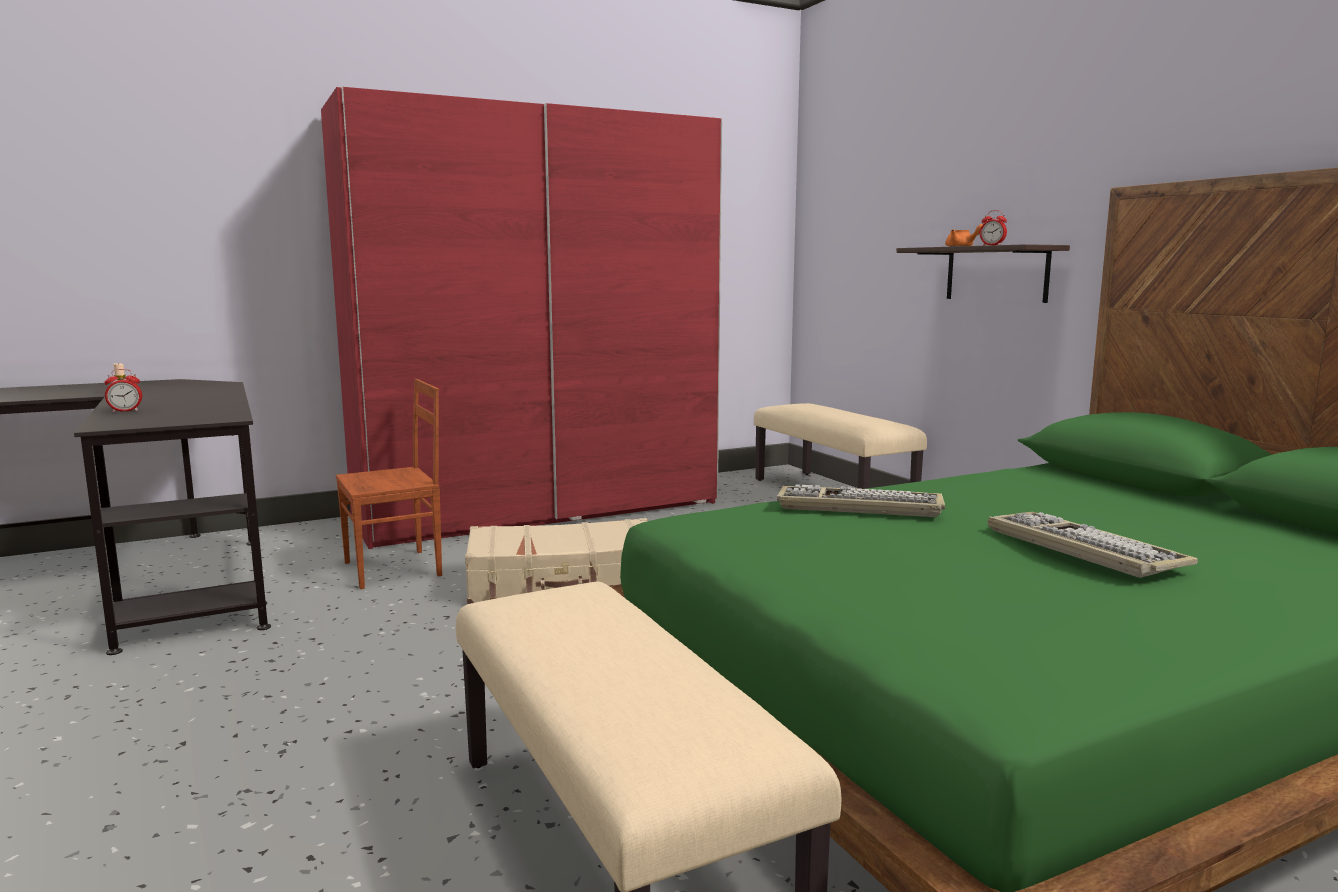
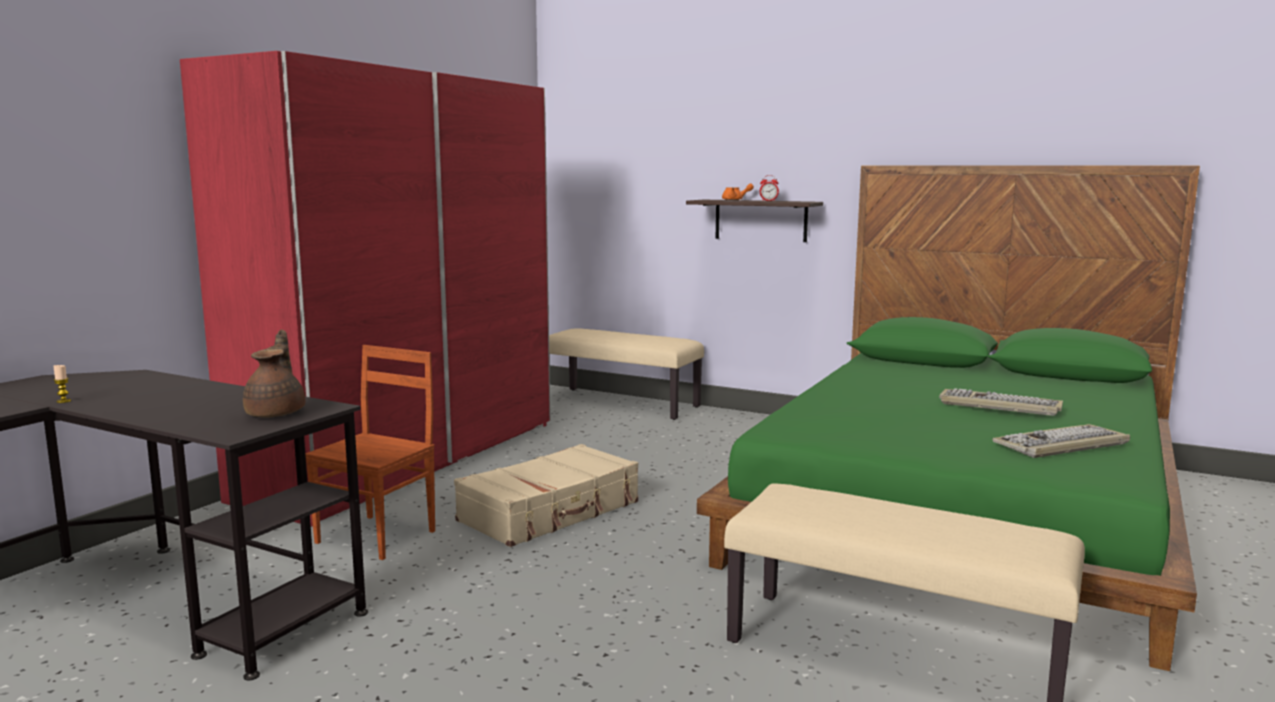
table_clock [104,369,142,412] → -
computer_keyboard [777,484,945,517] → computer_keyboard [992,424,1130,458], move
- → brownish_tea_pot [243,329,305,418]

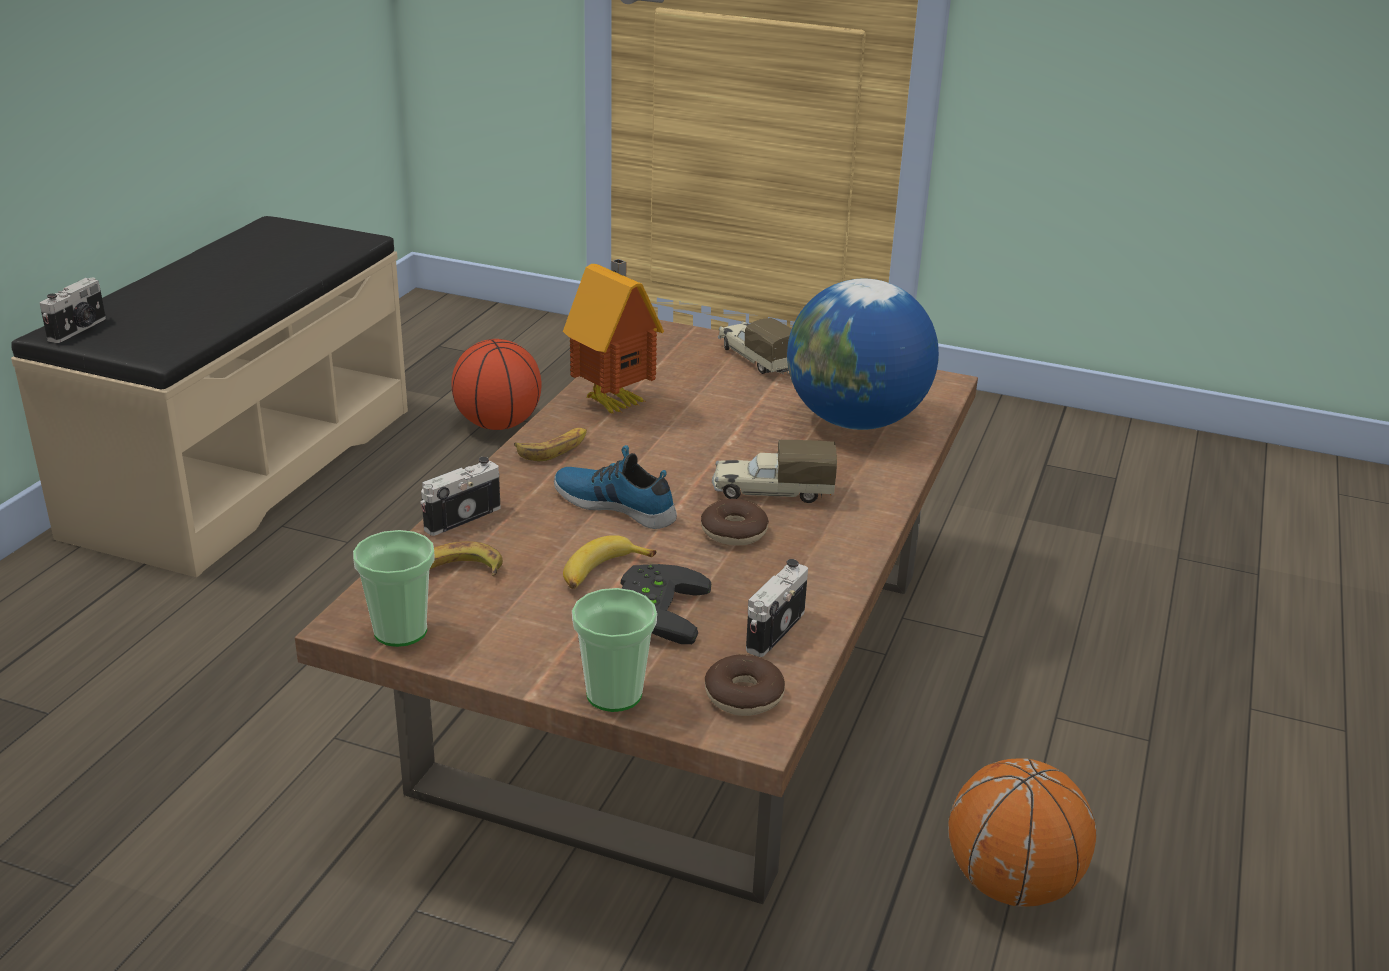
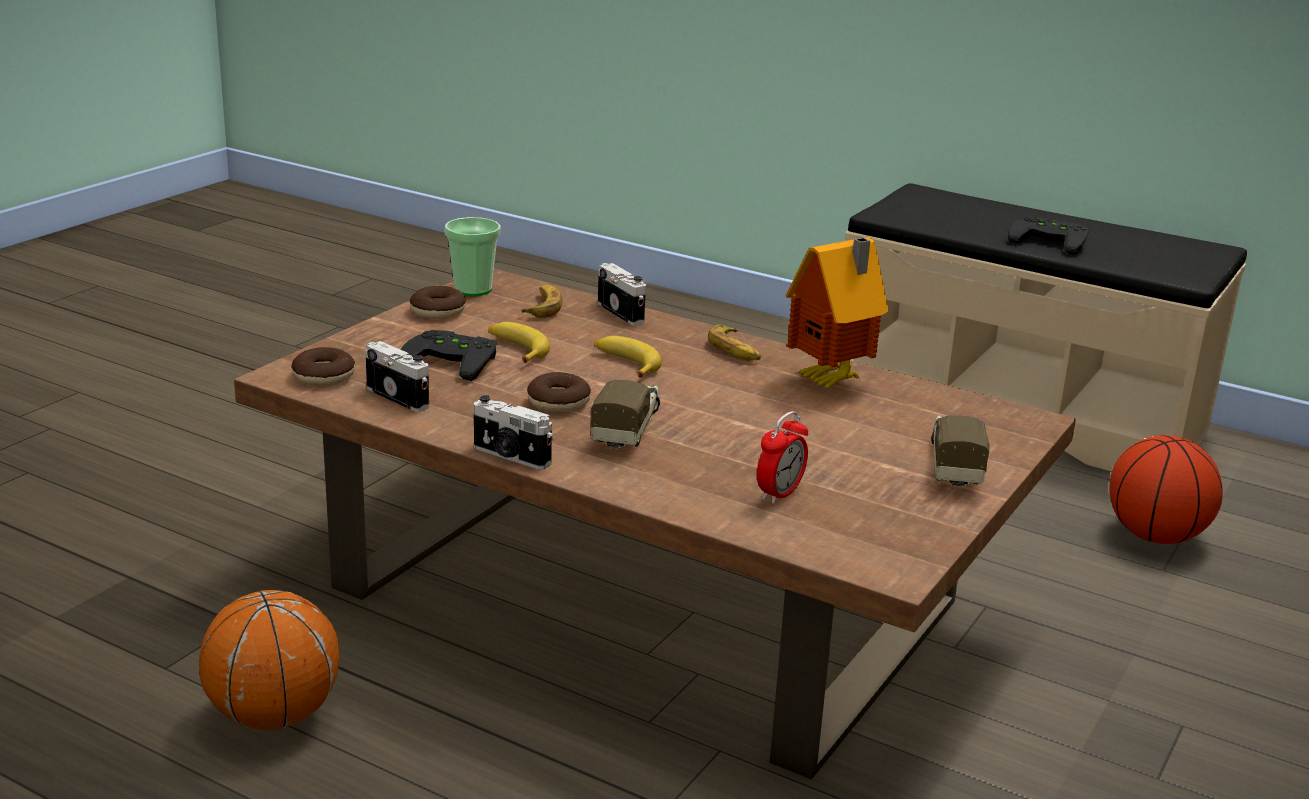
still_camera [40,278,106,343] → still_camera [473,395,553,470], move
desk_globe [787,279,939,430] → table_clock [757,411,808,504]
model_truck [718,318,792,374] → model_truck [931,415,990,489], 60 degrees counterclockwise
low_shoe [554,445,677,529] → banana_fruit [595,336,662,378]
small_cup [572,588,657,712] → -
- → black_game_controller [1008,216,1089,255]
- → ring_doughnut [410,286,466,319]

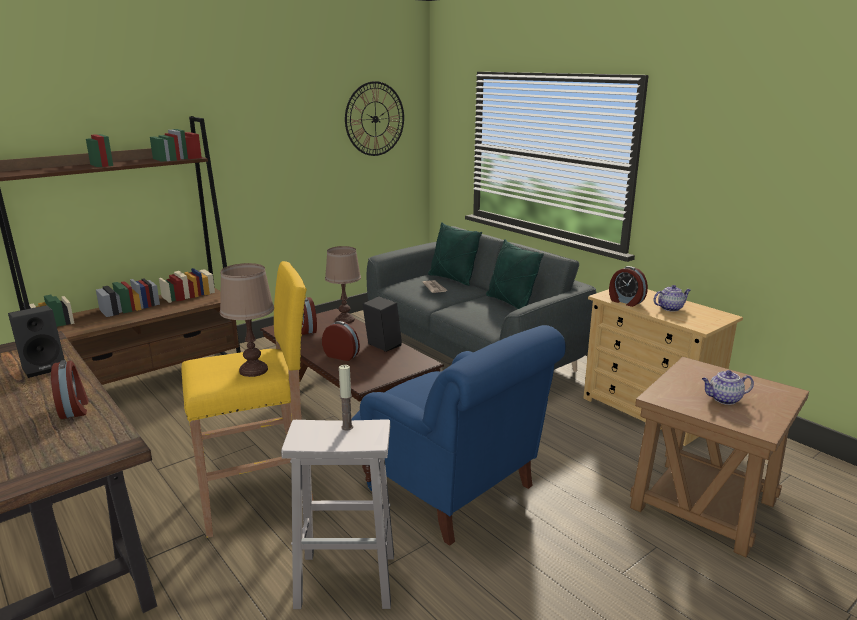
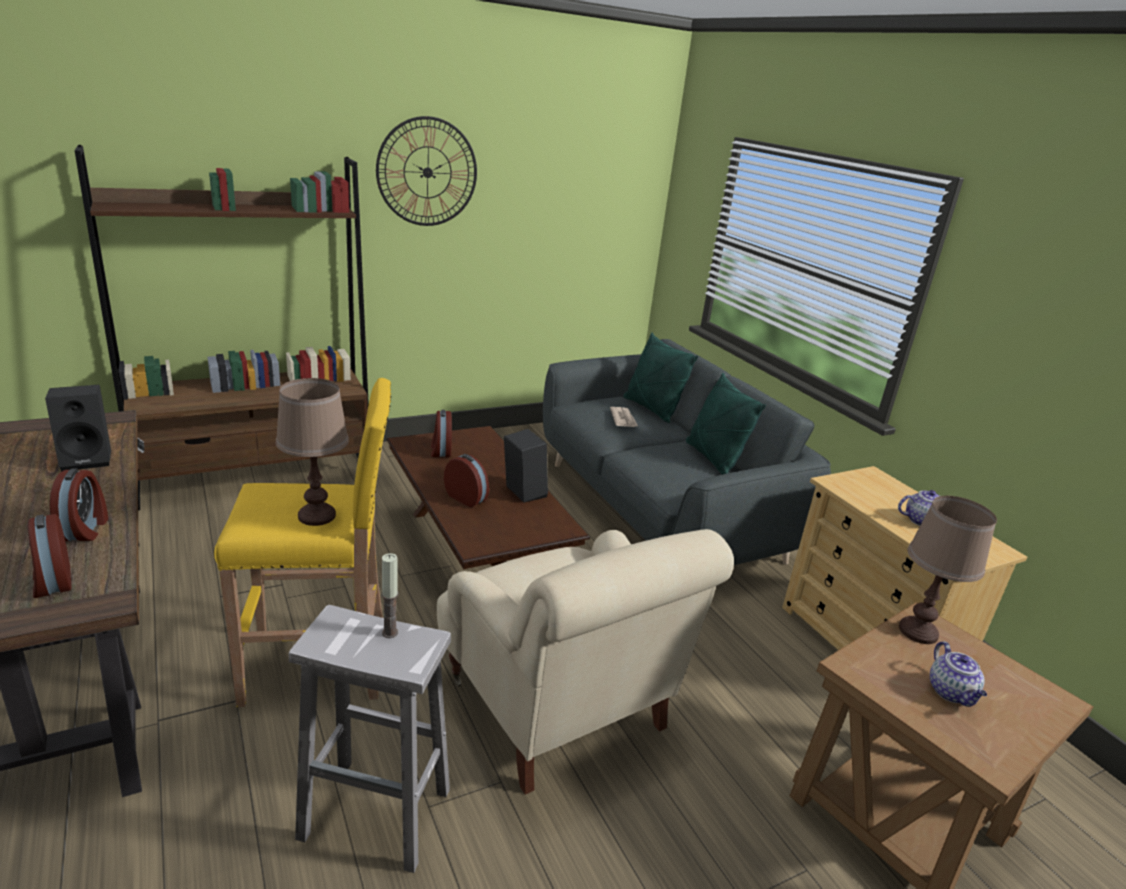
clock_on_the_wall [345,81,404,156] → clock_on_the_wall [376,116,477,226], move
brownish_table_lamp [325,246,361,324] → brownish_table_lamp [899,496,997,644], move
table_clock [609,266,648,307] → table_clock [28,514,72,598], move
blue-coloured_armchair [351,325,566,546] → beige_armchair [437,529,734,795]
tea_pot [702,370,754,405] → tea_pot [930,641,987,707], 105 degrees counterclockwise

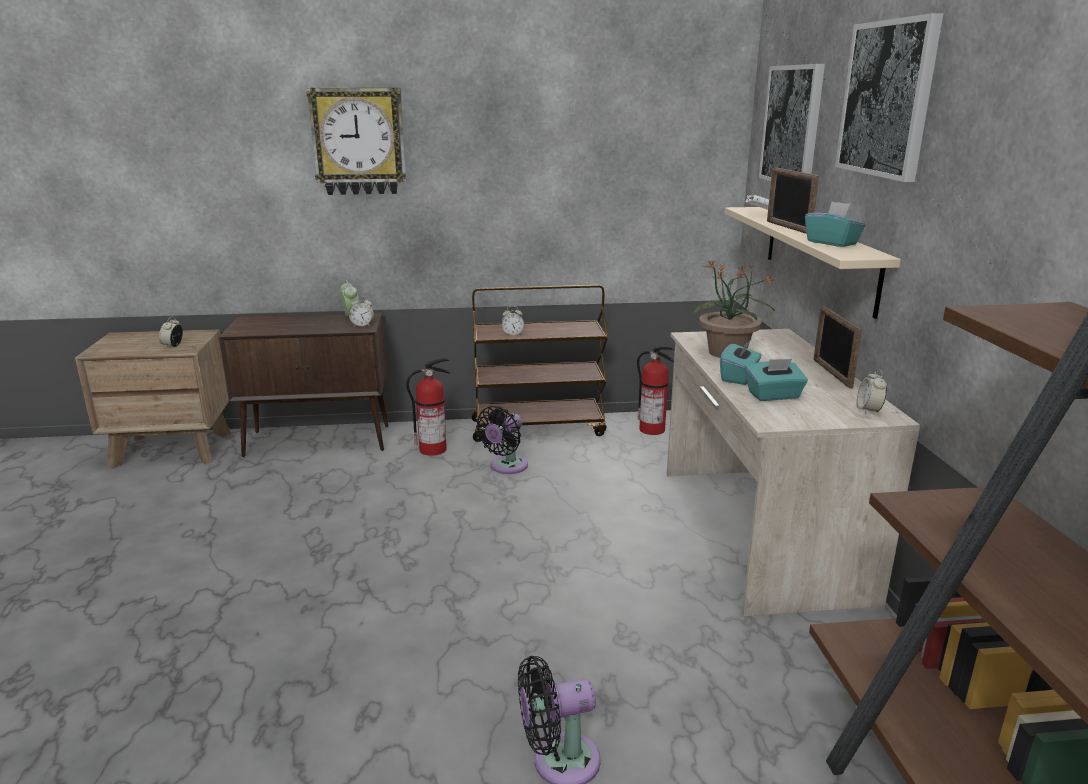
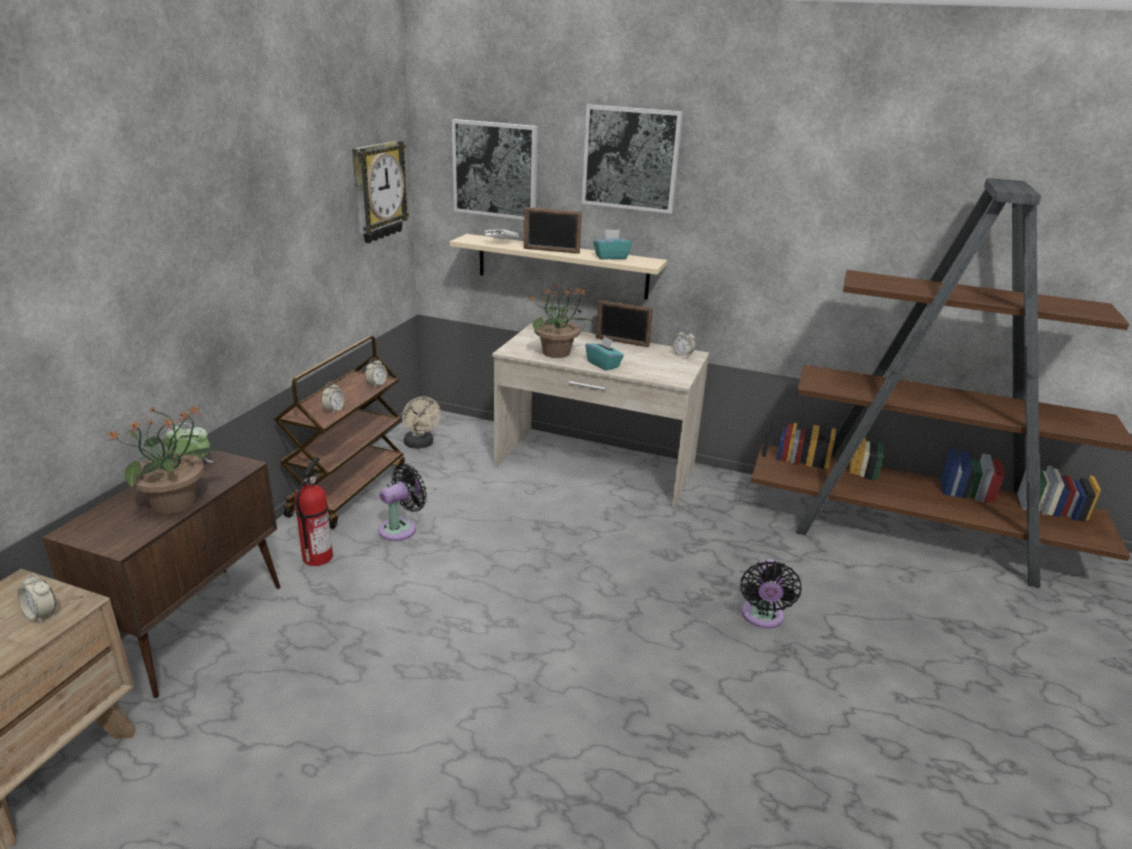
clock_on_the_wall [307,88,407,195] → clock_on_the_wall [352,140,409,243], move
table_clock [349,296,374,327] → table_clock [365,358,387,387], move
fire-fighting_cylinder [637,346,675,435] → beige_cooling_fan [402,396,441,449]
turquoise-coloured_tissue_holder [746,359,808,401] → -
black_cooling_fan [476,406,528,474] → black_cooling_fan [378,464,427,541], 105 degrees counterclockwise
- → houseplant [105,405,221,514]

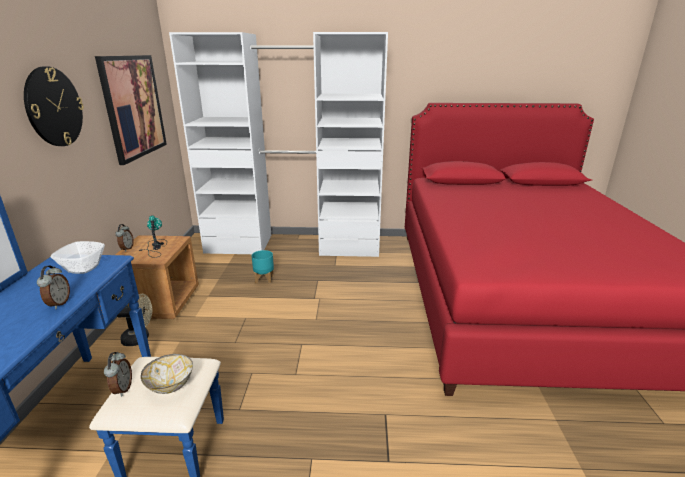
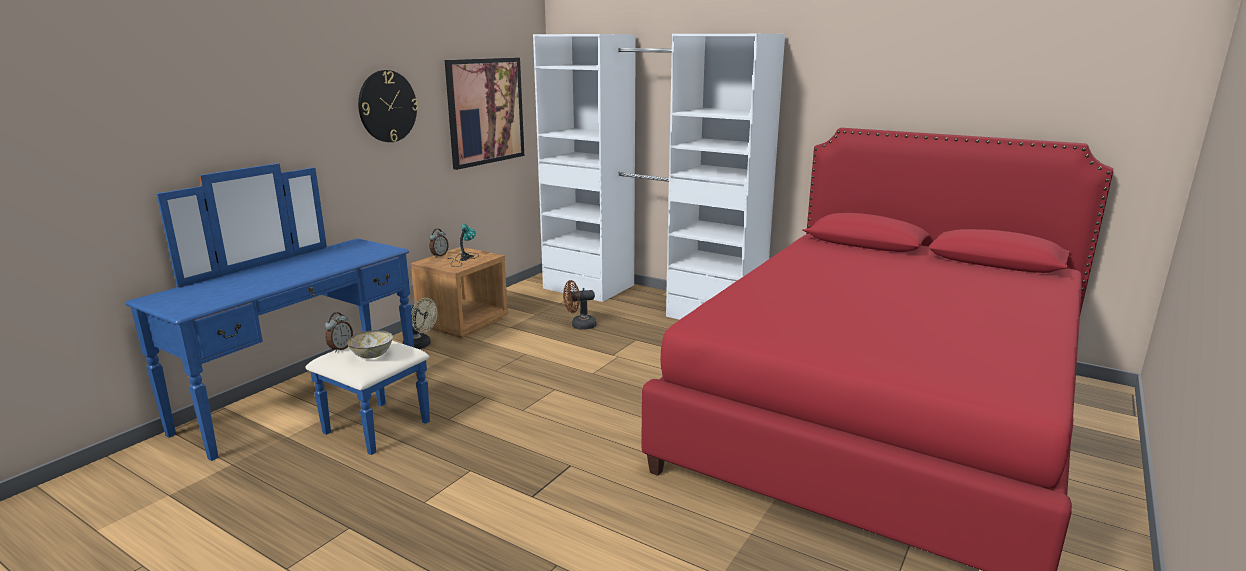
deep_dish [51,241,105,274] → -
turquoise-coloured_planter [252,250,274,284] → brownish_cooling_fan [563,280,597,330]
table_clock [37,266,70,309] → -

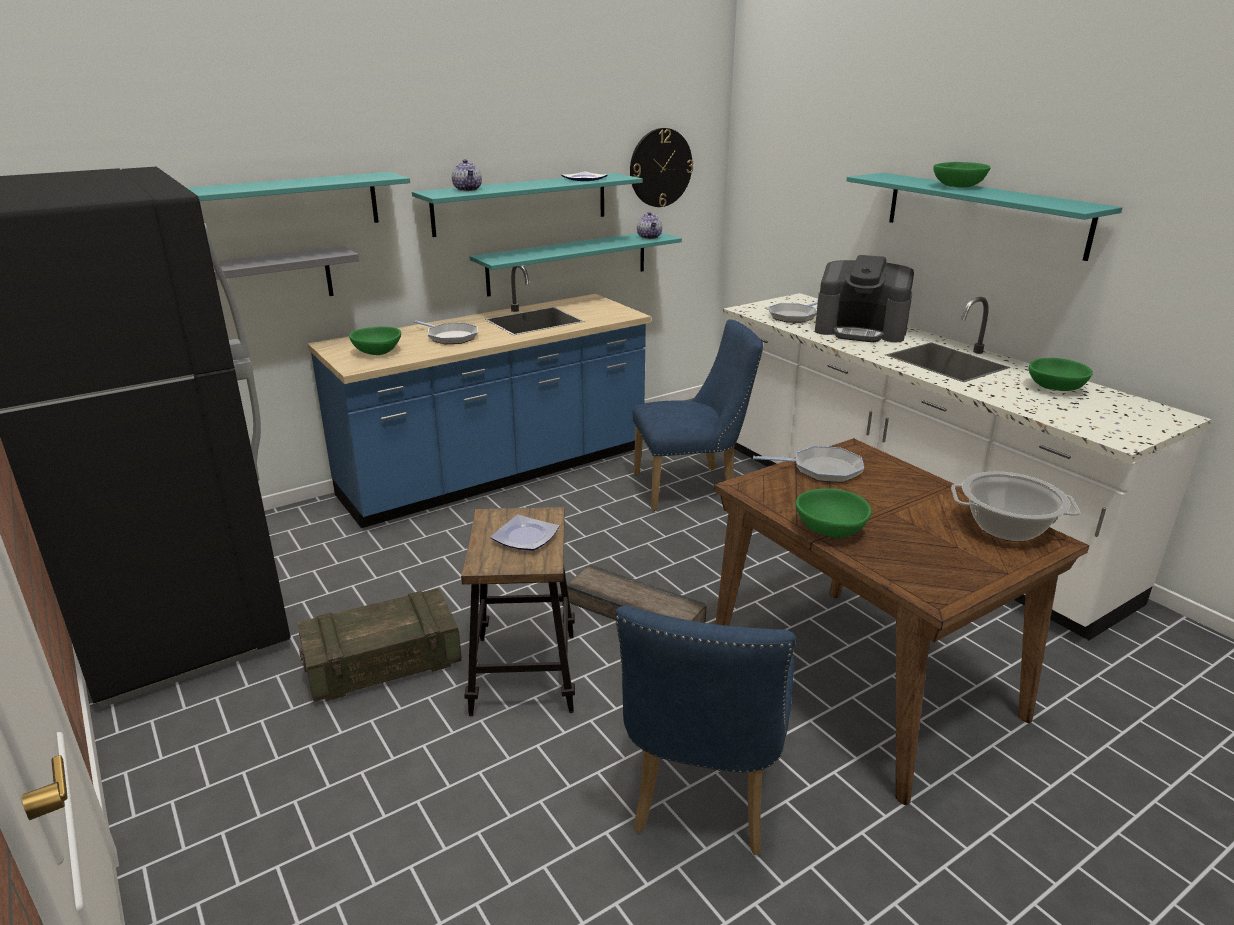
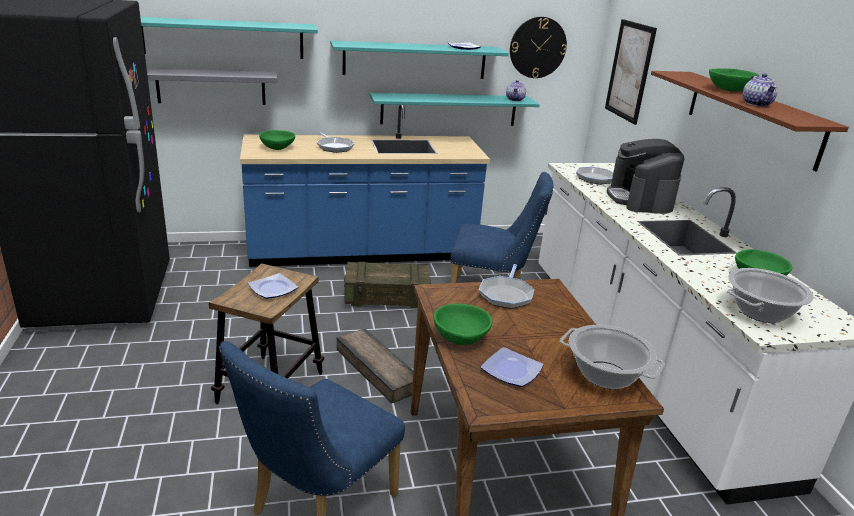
tea_pot [452,159,482,191] → tea_pot [743,73,778,107], move
turquoise-coloured_bracket_shelf [846,173,1122,261] → brownish_bracket_shelf [651,71,849,171]
coffee_machine [815,255,914,342] → coffee_machine [607,139,684,214], 45 degrees clockwise
skillet [753,446,864,483] → skillet [479,264,534,309], 75 degrees clockwise
shipping_crate [297,588,462,702] → shipping_crate [344,262,431,308], move
- → picture [605,19,657,125]
- → cooking_pot [727,268,814,323]
- → dinner_plate [480,347,544,387]

